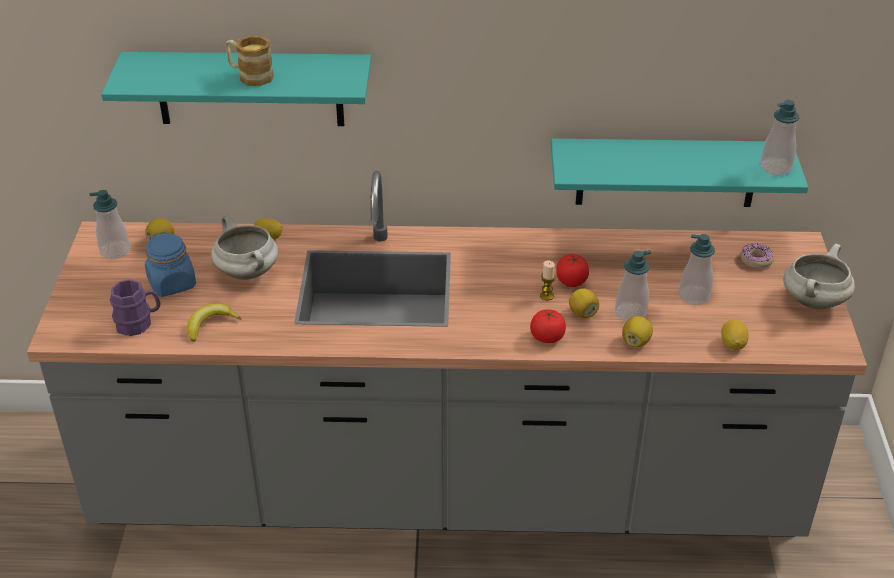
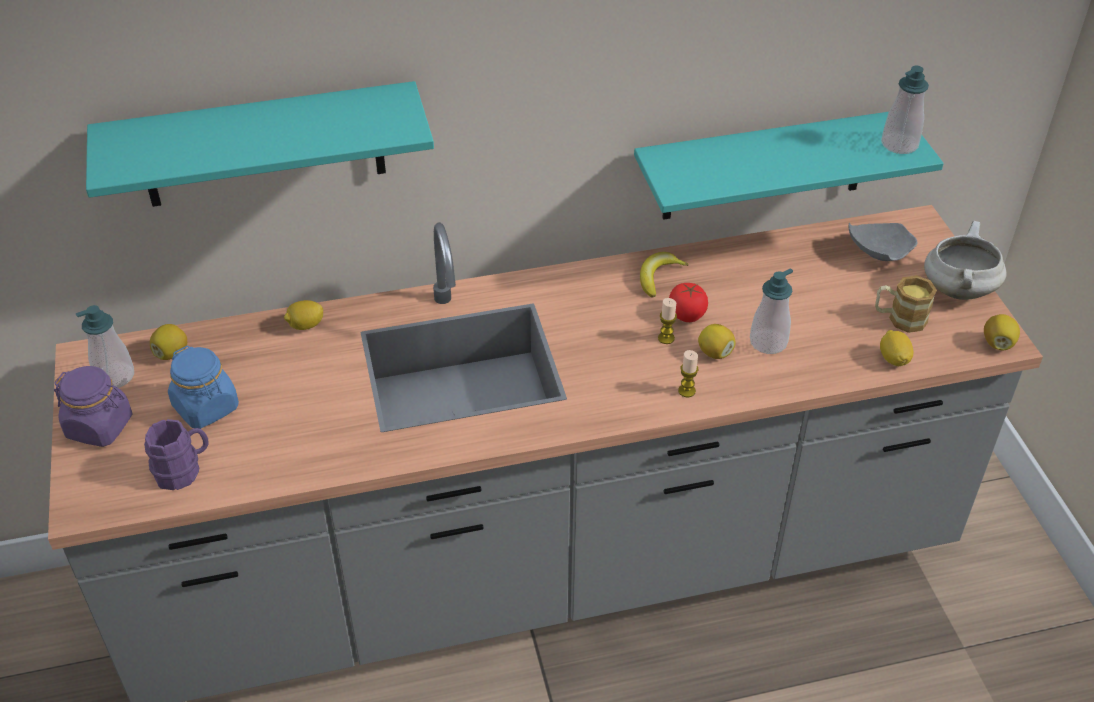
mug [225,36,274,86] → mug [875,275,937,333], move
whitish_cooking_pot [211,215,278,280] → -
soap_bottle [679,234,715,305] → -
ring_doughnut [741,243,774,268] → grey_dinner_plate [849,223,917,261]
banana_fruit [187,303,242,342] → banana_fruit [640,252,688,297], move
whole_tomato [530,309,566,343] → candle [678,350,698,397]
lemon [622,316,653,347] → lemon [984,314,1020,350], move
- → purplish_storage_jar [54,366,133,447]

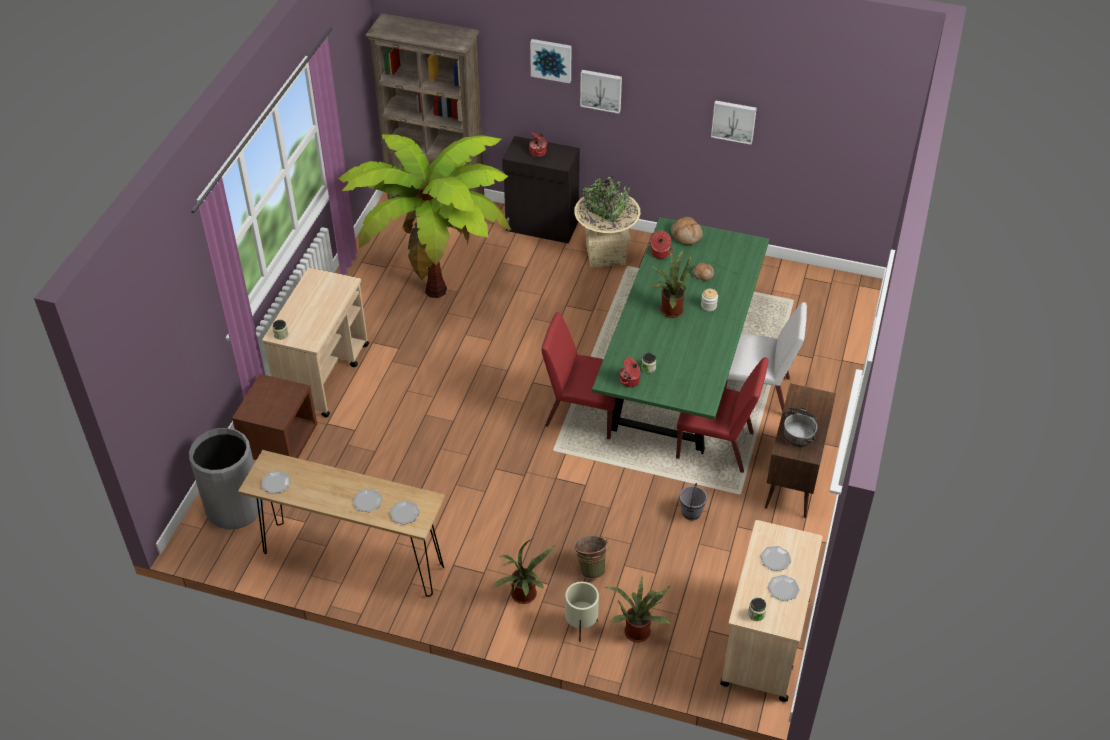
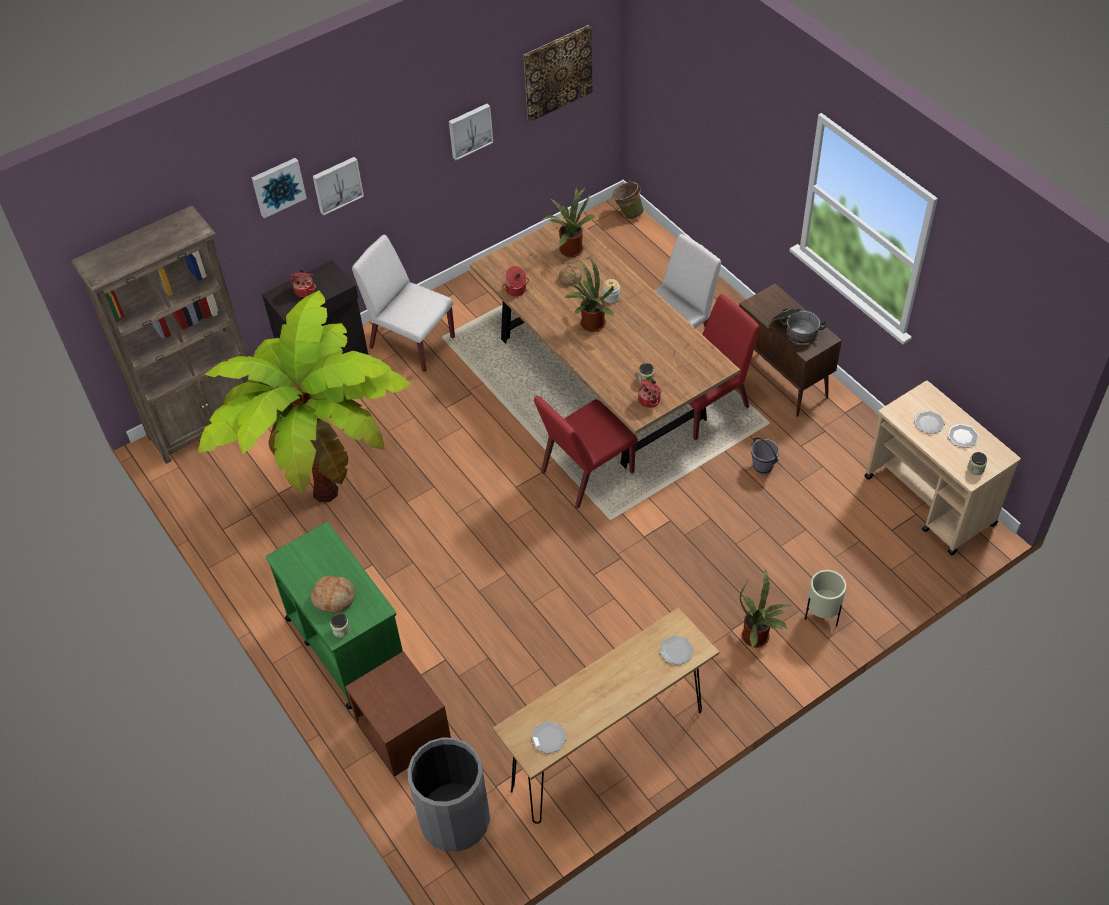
beige_planter [574,176,640,267] → whitish_plain_chair [352,235,455,372]
green-coloured_kitchen_table [592,217,769,454] → brownish_kitchen_table [470,213,740,469]
baked_bread [671,217,703,245] → baked_bread [310,576,355,613], move
beige_wheeled_cart [262,267,369,417] → green-coloured_wheeled_cart [266,522,403,709]
dinner_plate [353,489,383,512] → -
green-coloured_pail [574,536,609,579] → green-coloured_pail [612,180,644,219], move
houseplant [605,577,671,642] → houseplant [541,188,595,257], move
- → picture [524,25,593,122]

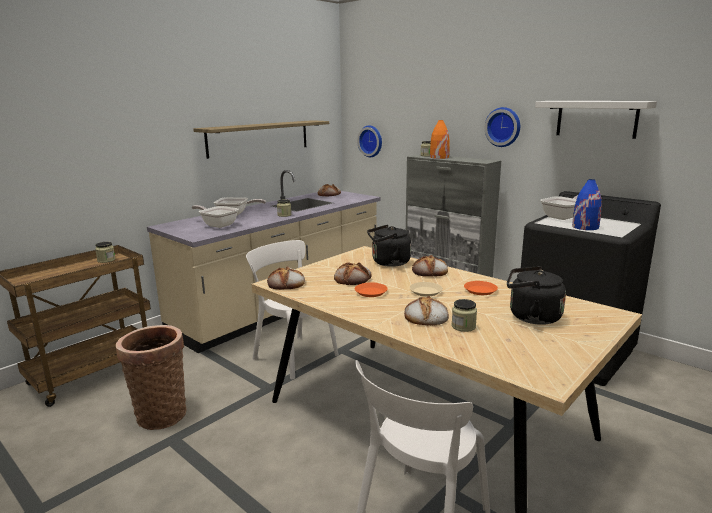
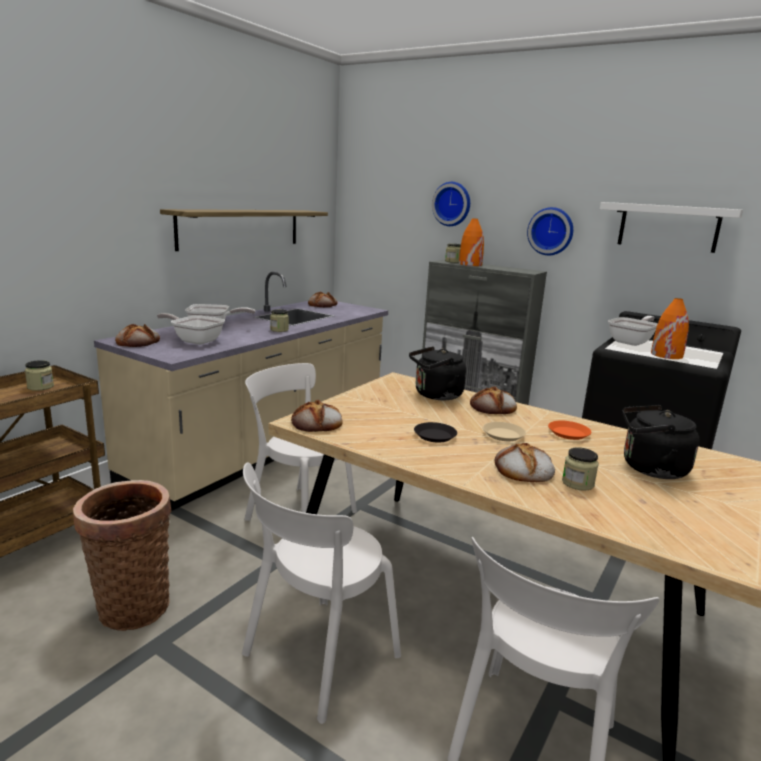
clock_on_the_wall [357,125,382,157] → clock_on_the_wall [432,182,470,226], move
blue-coloured_vase [572,179,602,230] → orange-coloured_vase [651,298,689,359]
baked_bread [334,262,372,285] → baked_bread [115,324,160,347], move
orange-coloured_dinner_plate [355,283,388,297] → black_dinner_plate [414,422,457,443]
- → whitish_plain_chair [242,462,401,724]

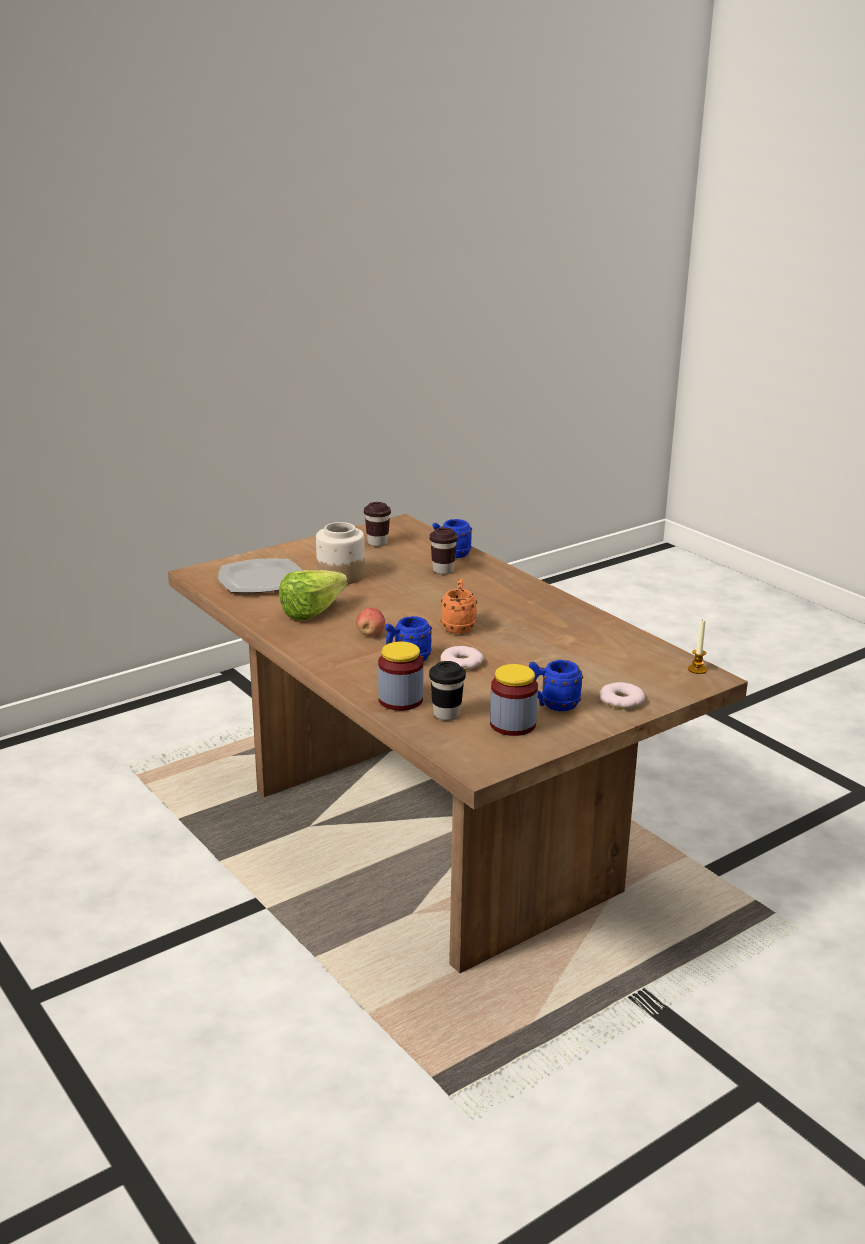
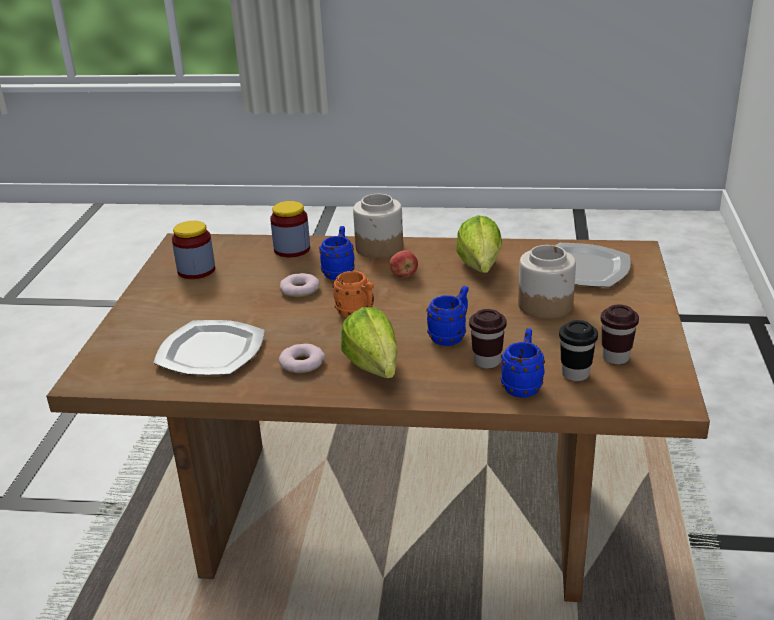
candle [688,620,707,674] → -
blue-coloured_mug [529,660,583,711] → blue-coloured_mug [426,286,469,346], move
black_small_cup [429,661,466,720] → black_small_cup [559,320,598,381], move
ring_doughnut [599,682,645,709] → ring_doughnut [279,344,325,373], move
- → storage_jar [353,194,403,258]
- → lettuce_head [340,307,398,378]
- → dinner_plate [153,320,265,375]

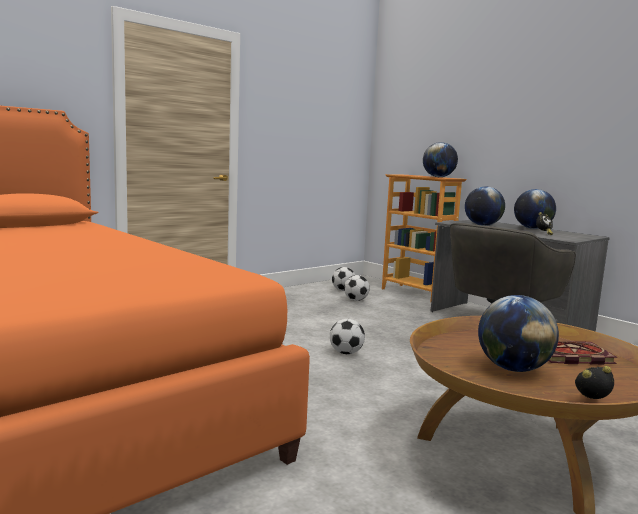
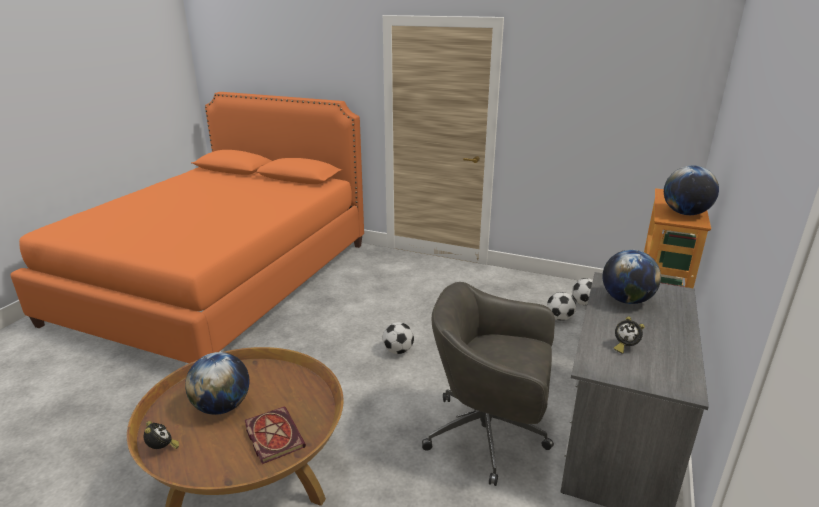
desk_globe [514,189,556,229] → -

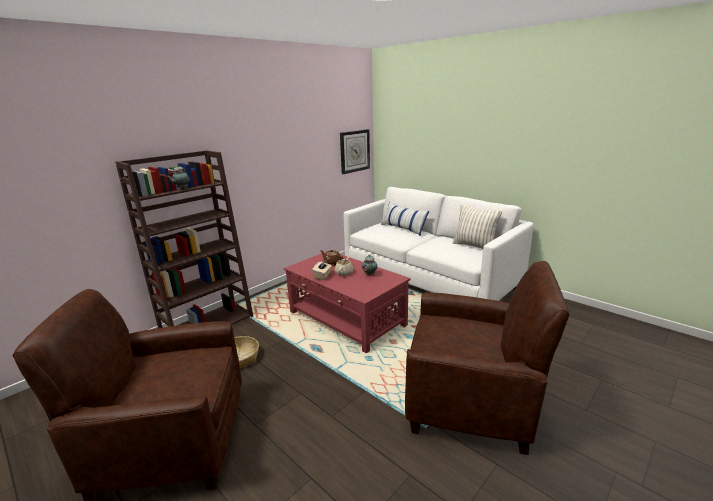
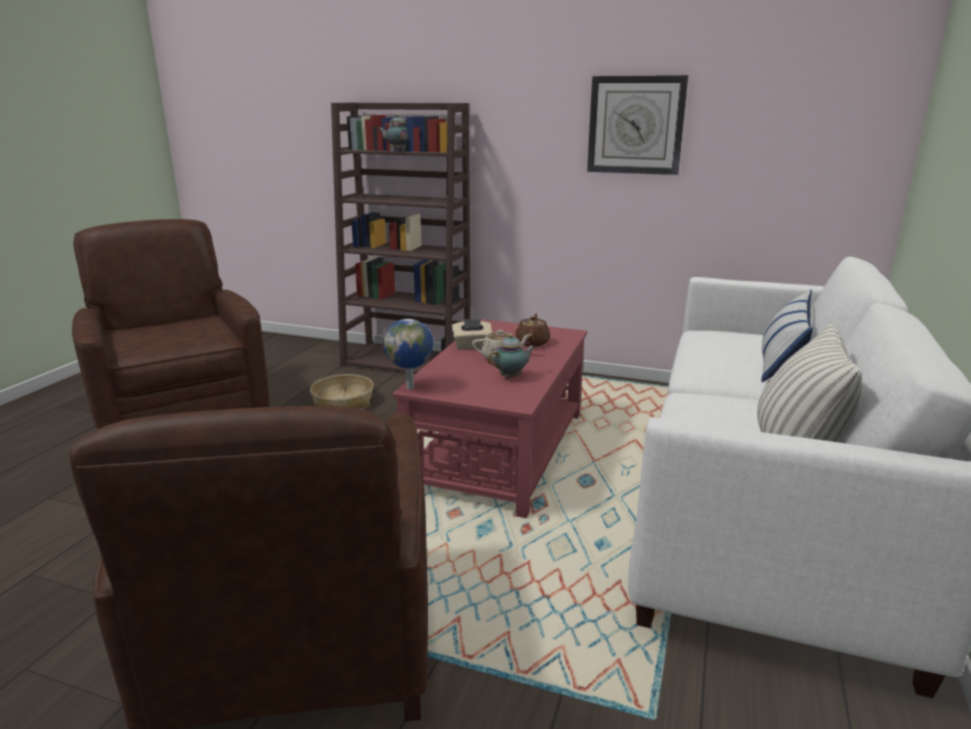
clock_on_the_wall [340,129,370,174] → clock_on_the_wall [587,75,688,175], move
- → desk_globe [383,319,433,390]

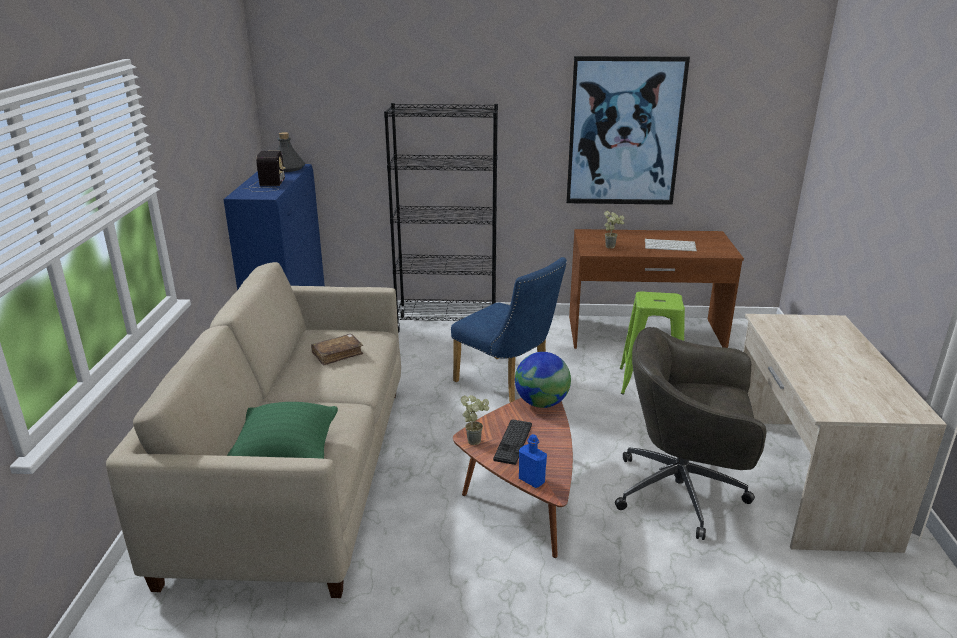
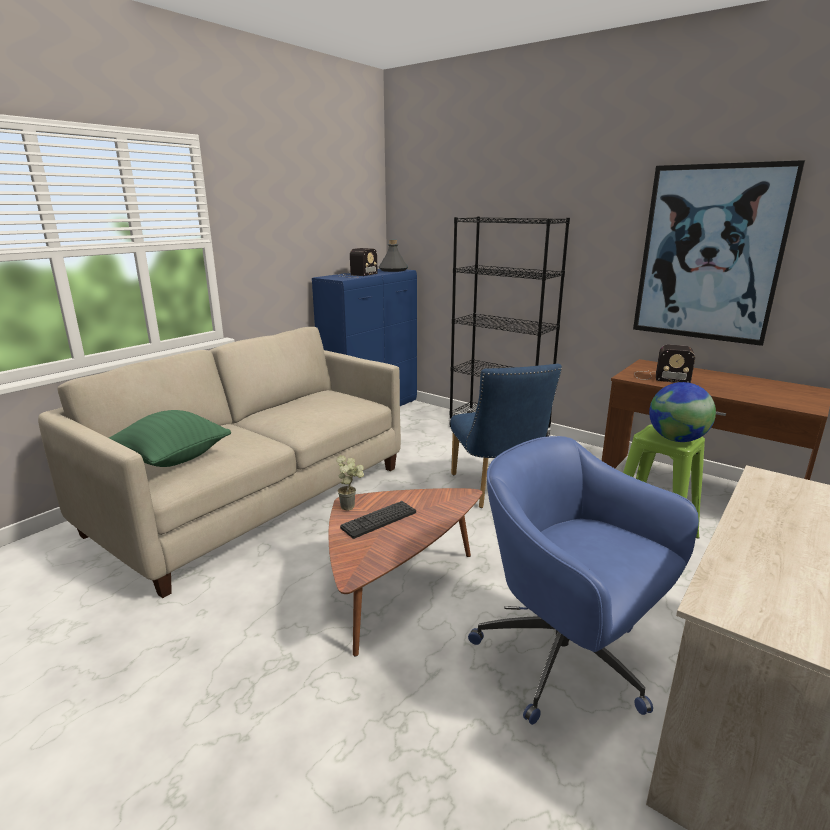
houseplant [604,211,624,249] → radio_set [634,345,695,383]
computer_keyboard [645,239,697,251] → -
grey_desk_chair [615,327,767,540] → blue-coloured_desk_chair [468,436,699,725]
brownish_book [311,334,363,366] → -
desk_globe [515,352,571,408] → desk_globe [649,382,716,442], move
blue-coloured_beverage_bottle [519,434,547,488] → -

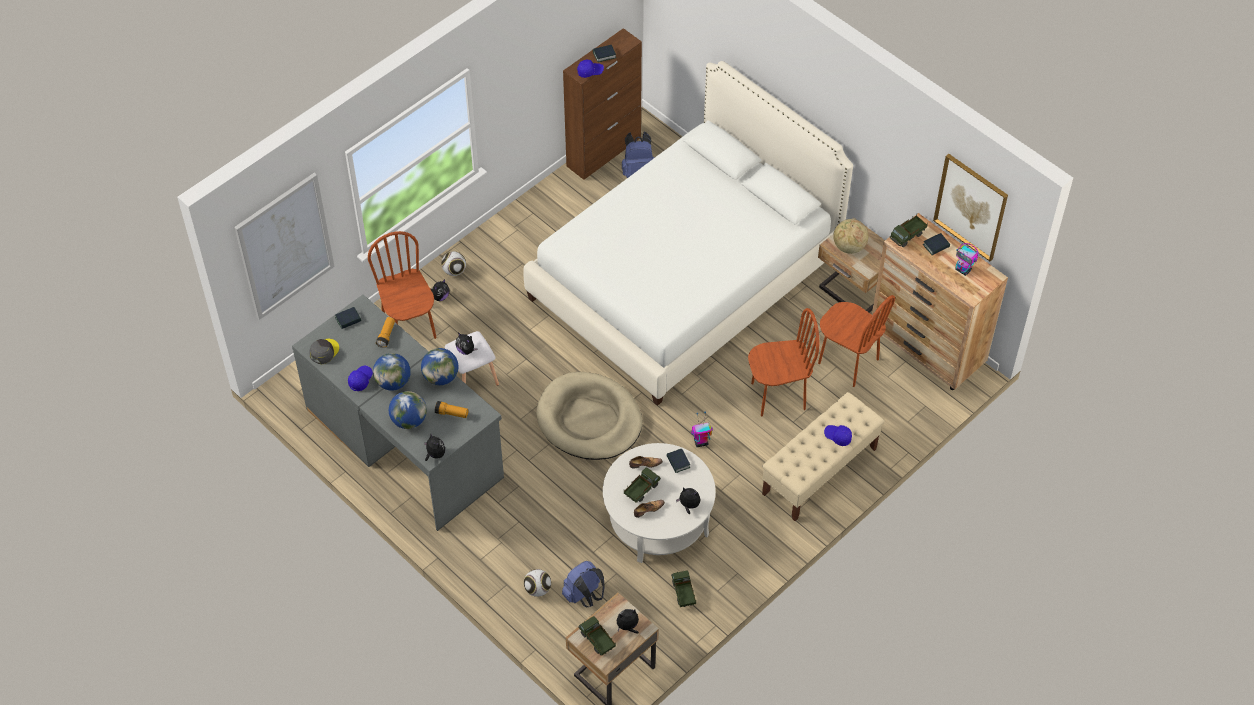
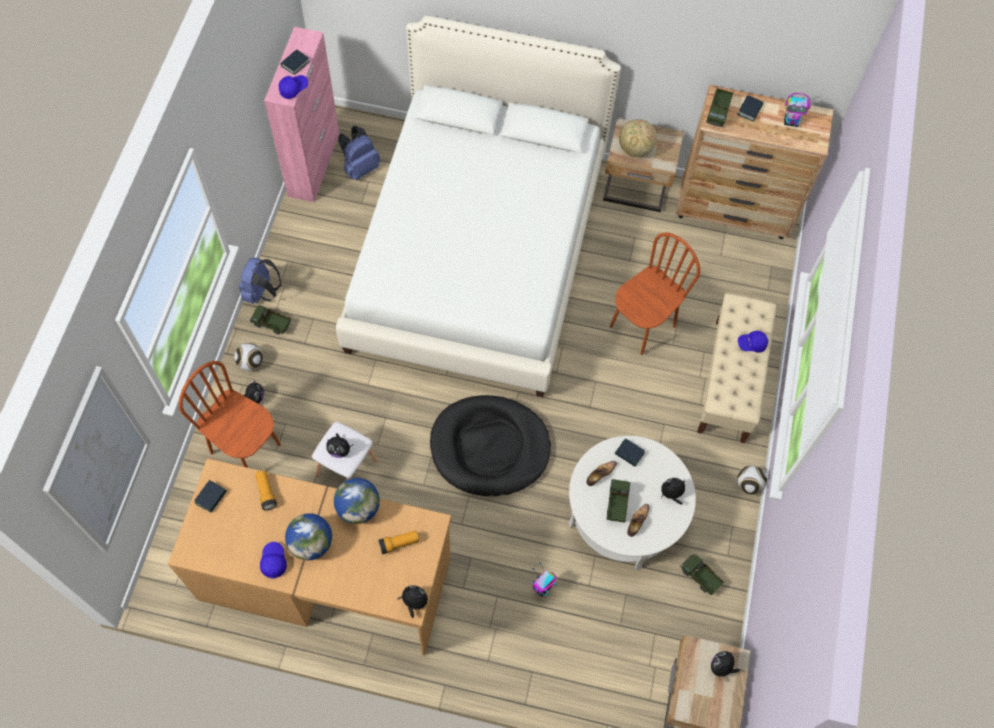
brownish_storage_cabinet [563,28,642,180] → pink_storage_cabinet [264,27,339,202]
picture [933,154,1008,261] → -
grey_desk_table [292,295,504,531] → brownish_desk_table [168,458,451,656]
brownish_plain_chair [818,295,895,387] → -
grey_peaked_cap [309,339,339,364] → -
beige_dog_cushion [537,372,642,460] → black_dog_cushion [430,395,551,496]
desk_globe [389,391,427,429] → -
robot_figure [691,412,713,447] → robot_figure [532,562,557,597], move
blue-coloured_rucksack [562,561,605,607] → blue-coloured_rucksack [239,257,281,304], move
ball_for_football [524,569,551,597] → ball_for_football [737,465,767,495], move
model_truck [578,616,616,656] → model_truck [250,305,291,335], move

